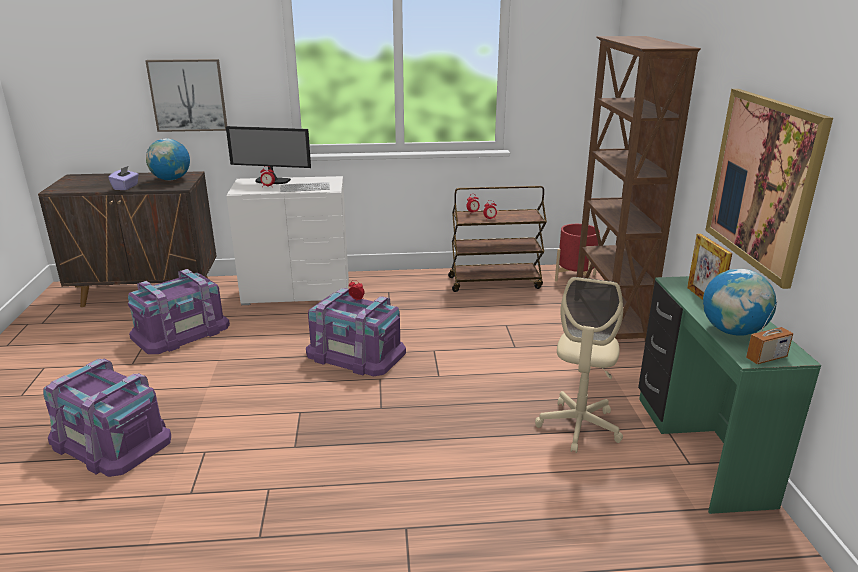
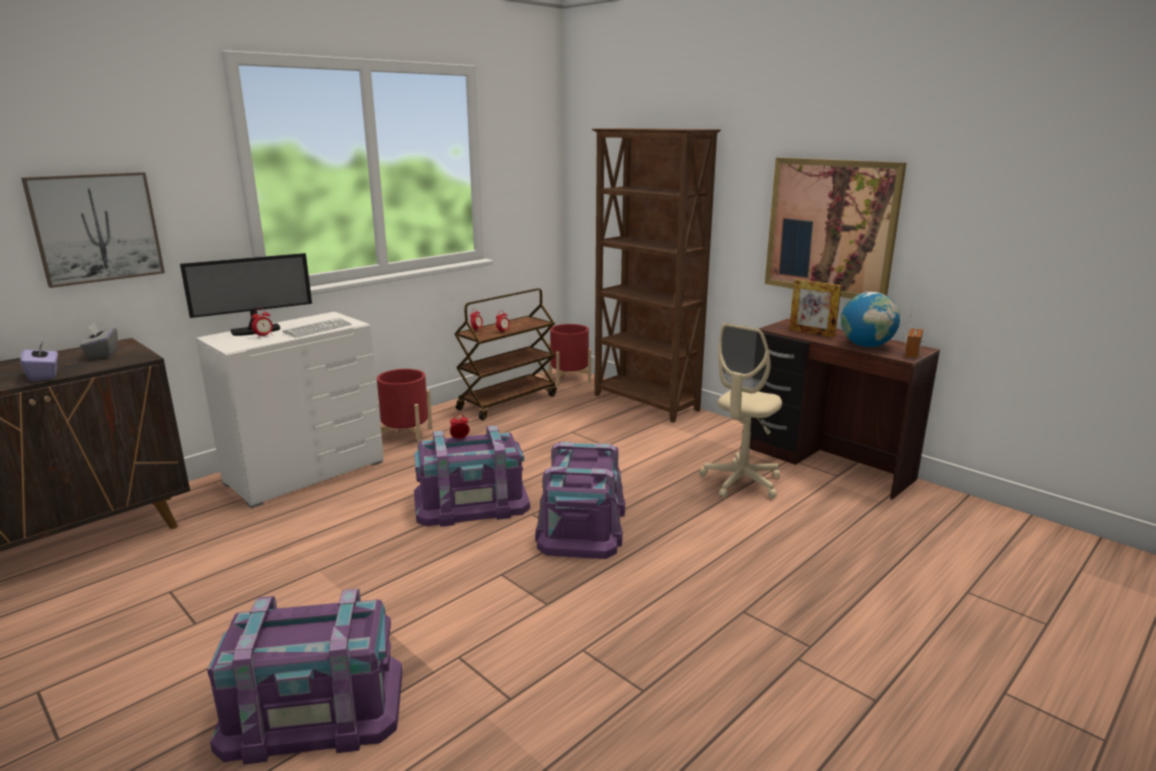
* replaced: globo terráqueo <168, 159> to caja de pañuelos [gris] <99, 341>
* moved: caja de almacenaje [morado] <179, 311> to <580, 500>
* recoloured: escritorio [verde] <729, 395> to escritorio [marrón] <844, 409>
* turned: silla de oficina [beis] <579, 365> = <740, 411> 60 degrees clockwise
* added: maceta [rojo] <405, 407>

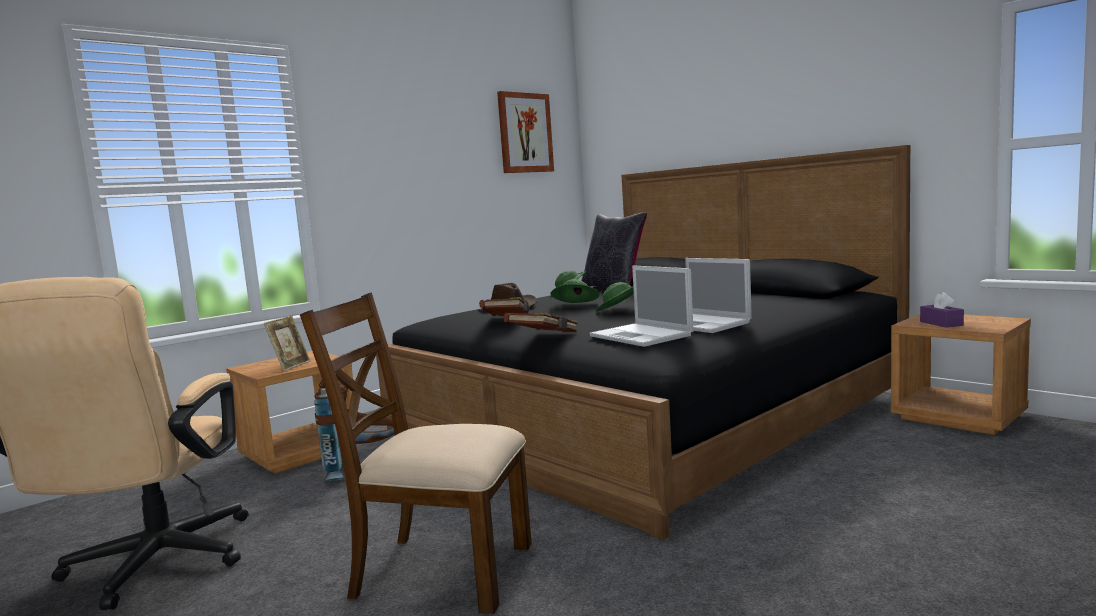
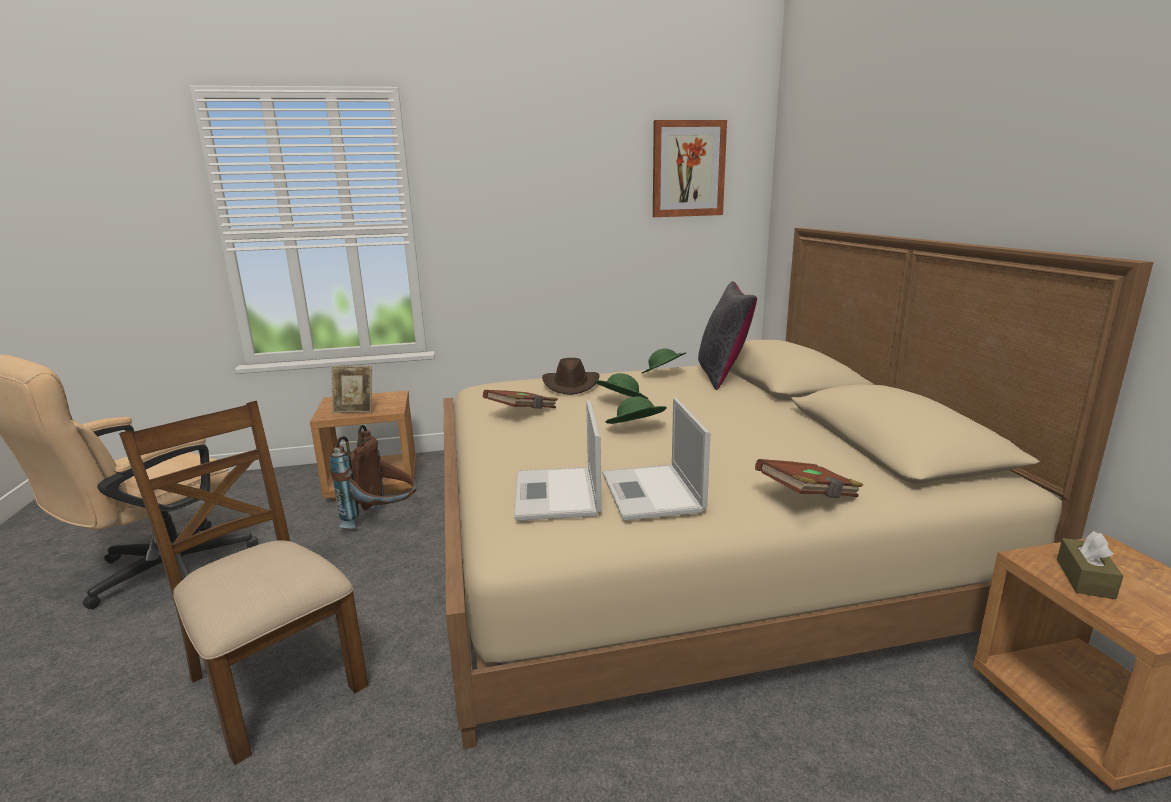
* recoloured: cama [negro] <643, 342> to cama [beis] <799, 488>
* recoloured: caja de pañuelos [morado] <942, 310> to caja de pañuelos [marrón] <1090, 565>
* moved: libro [marrón] <541, 322> to <809, 478>
* turned: portarretratos <287, 344> = <352, 389> 45 degrees clockwise

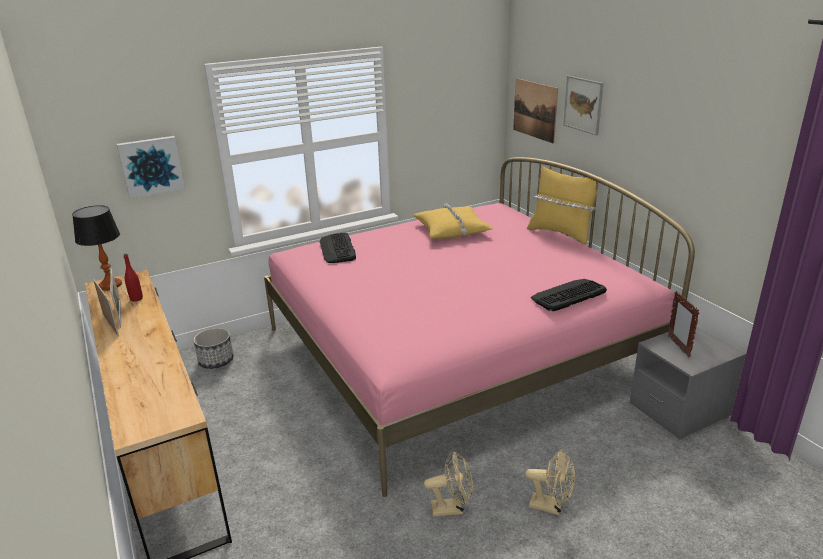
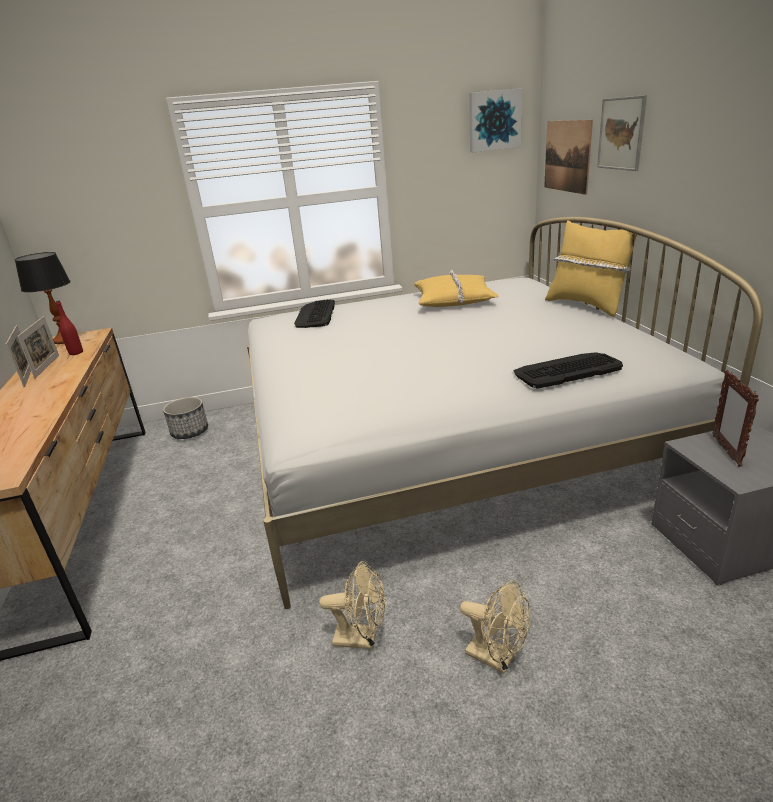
* moved: cuadro <151, 167> to <495, 120>
* recoloured: cama [rosa] <479, 327> to cama [blanco] <505, 413>

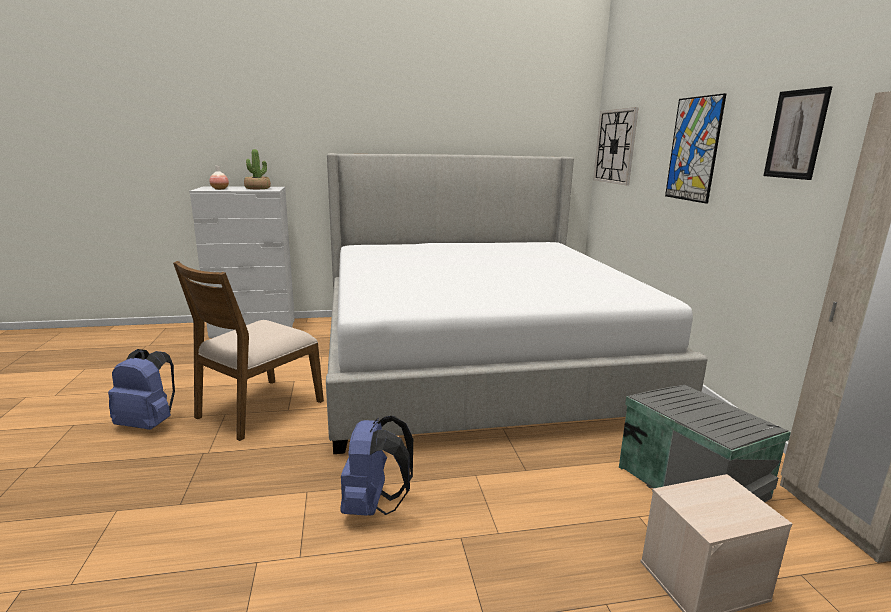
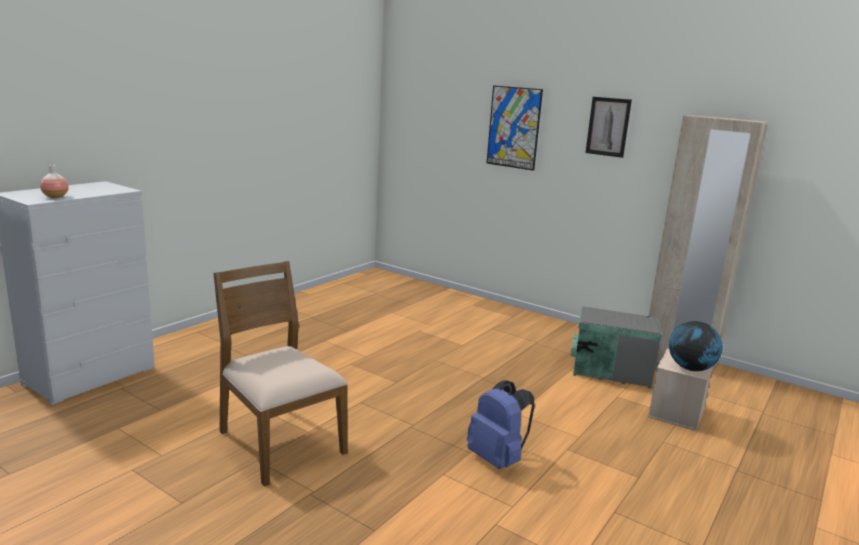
* removed: reloj de pared <616, 146>
* removed: planta en maceta <257, 169>
* removed: cama <517, 303>
* turned: silla [marrón] <248, 351> = <280, 373> 150 degrees clockwise
* removed: mochila [azul] <141, 389>
* added: globo terráqueo <696, 346>

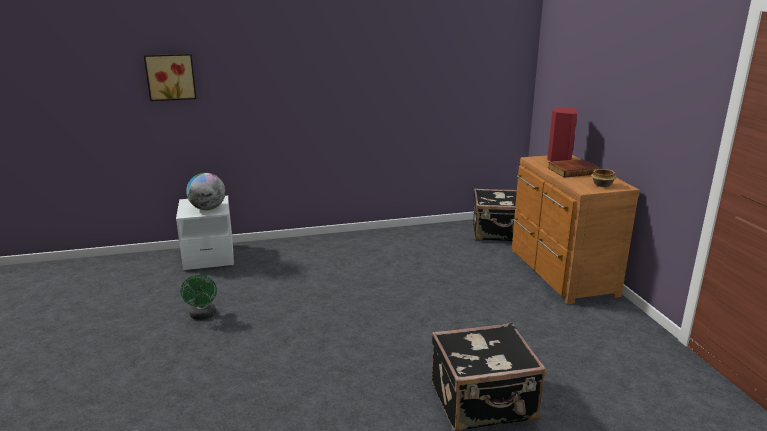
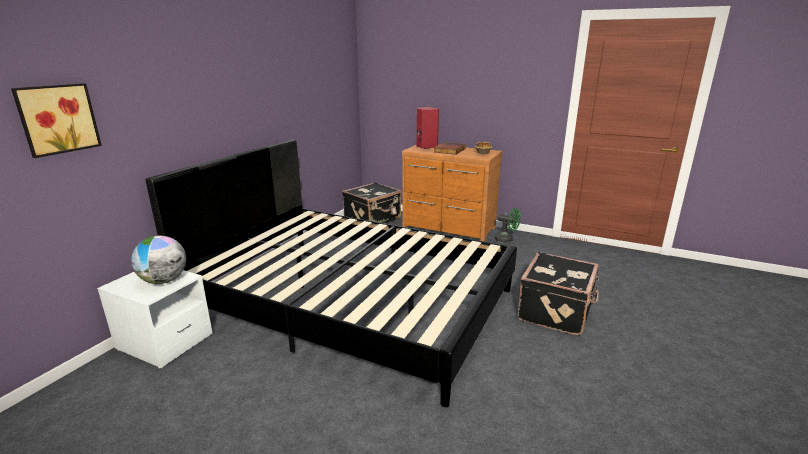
* moved: ventilador [verde] <199, 297> to <508, 225>
* added: cama [negro] <331, 273>

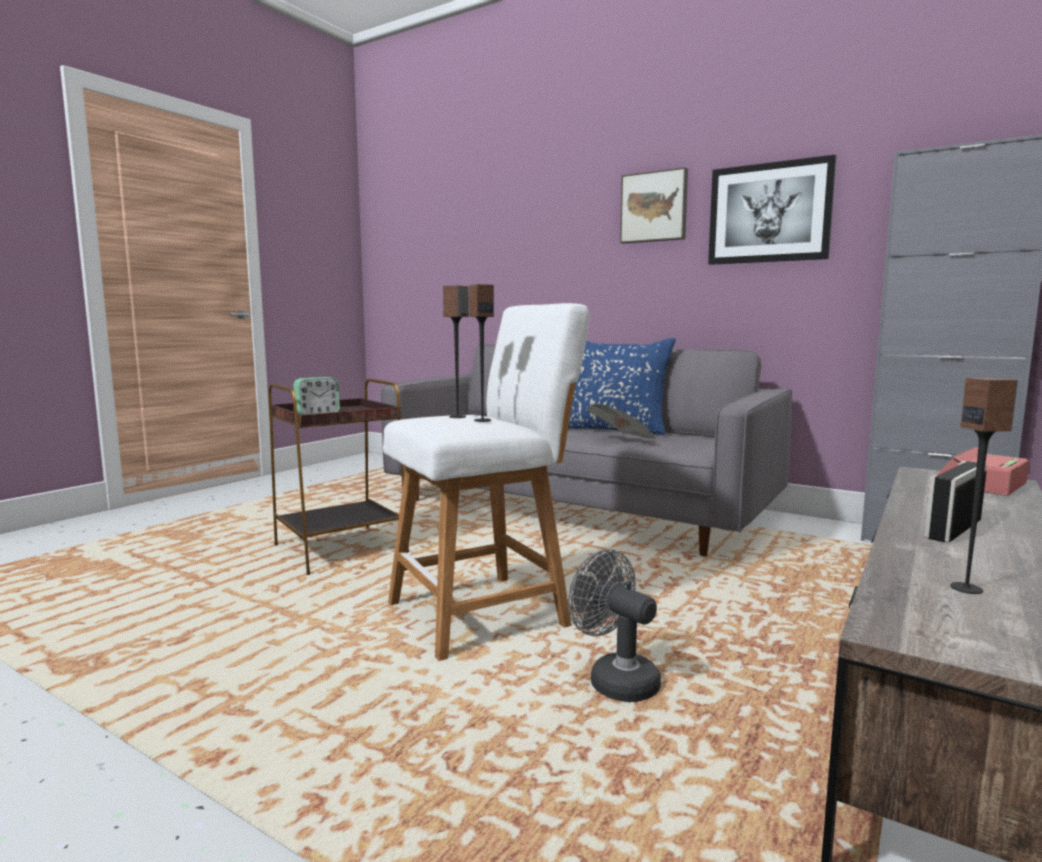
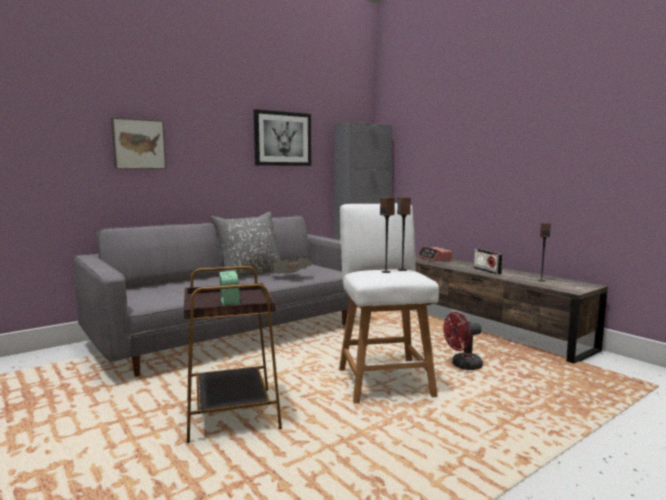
* moved: cuadro <654, 205> to <138, 143>
* recoloured: cojín [azul] <622, 386> to cojín [gris] <245, 245>
* recoloured: ventilador [gris] <614, 625> to ventilador [rojo] <463, 341>

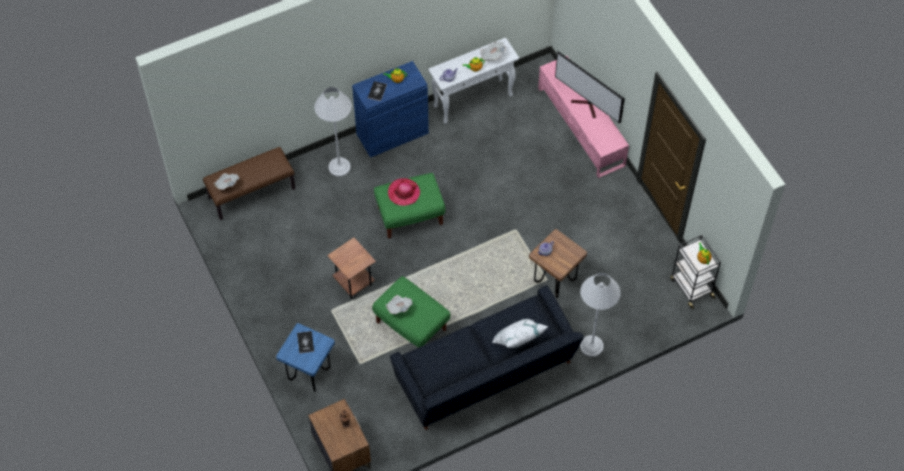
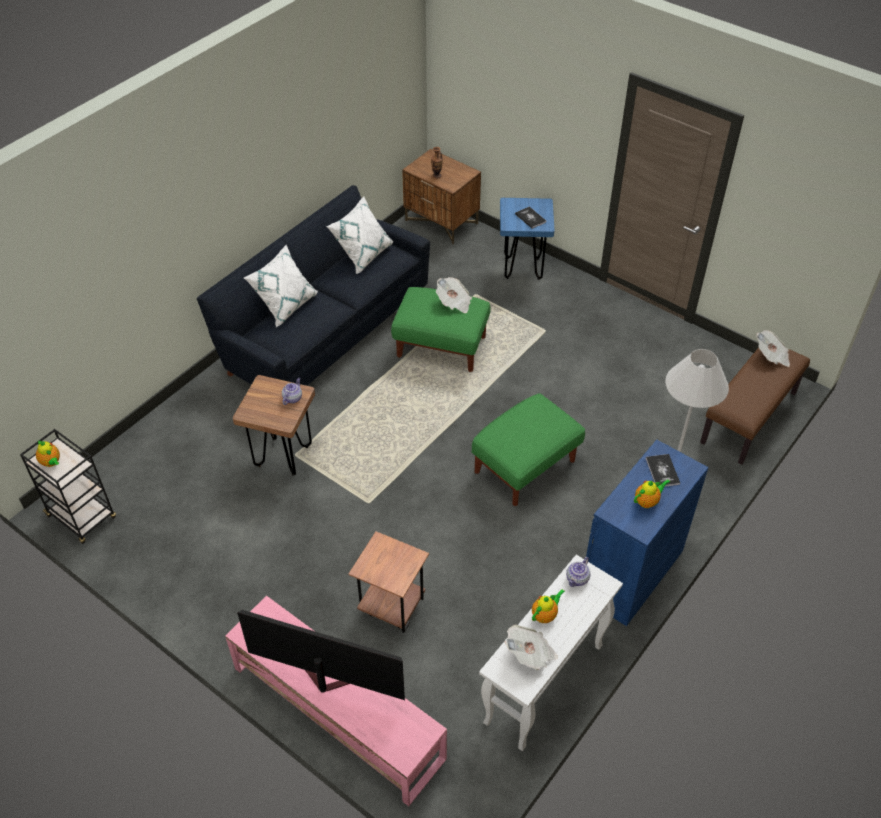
* removed: sombrero <404, 192>
* moved: mesa auxiliar [marrón] <351, 268> to <388, 582>
* removed: lámpara de pie [blanco] <600, 315>
* added: cojín [blanco] <359, 235>

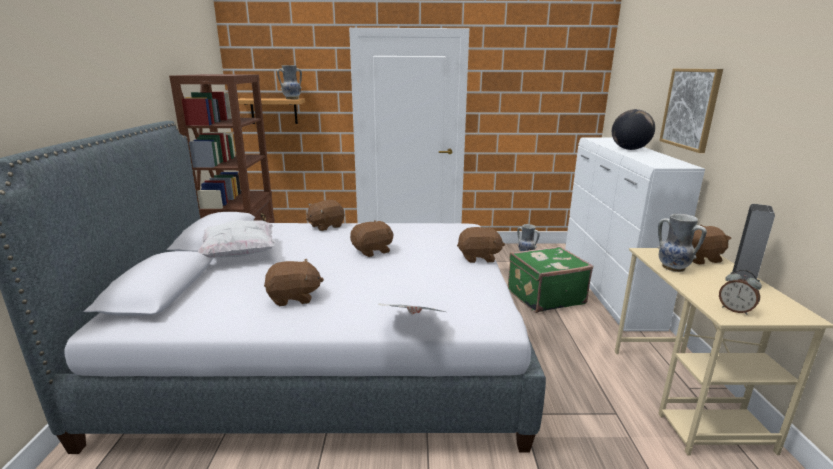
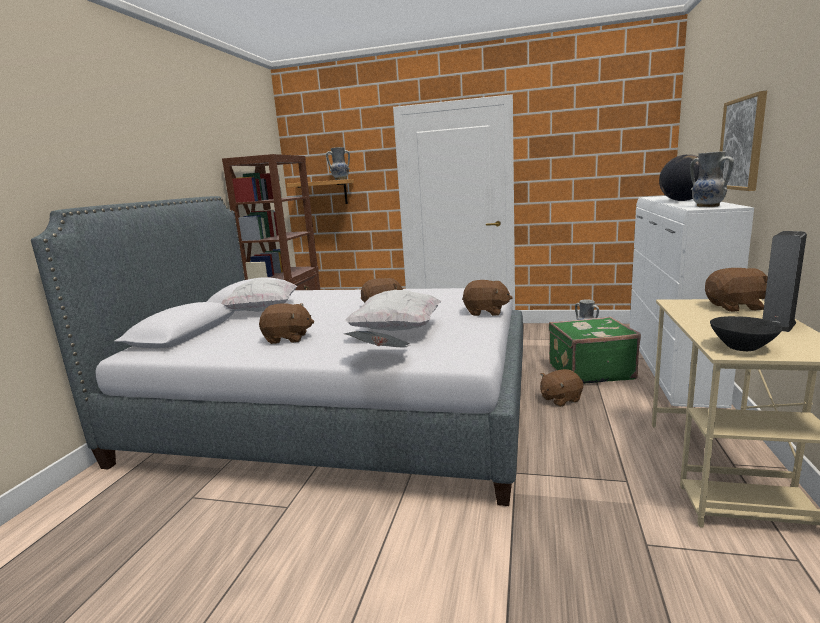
* moved: peluche [marrón] <325, 215> to <561, 388>
* moved: florero <682, 243> to <712, 179>
* replaced: despertador <740, 292> to cuenco [negro] <746, 333>
* added: cojín [blanco] <393, 310>

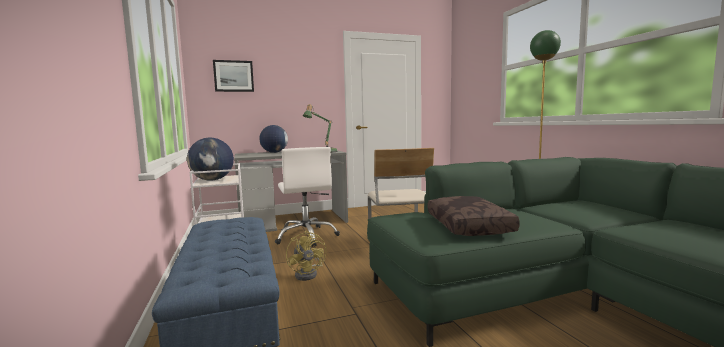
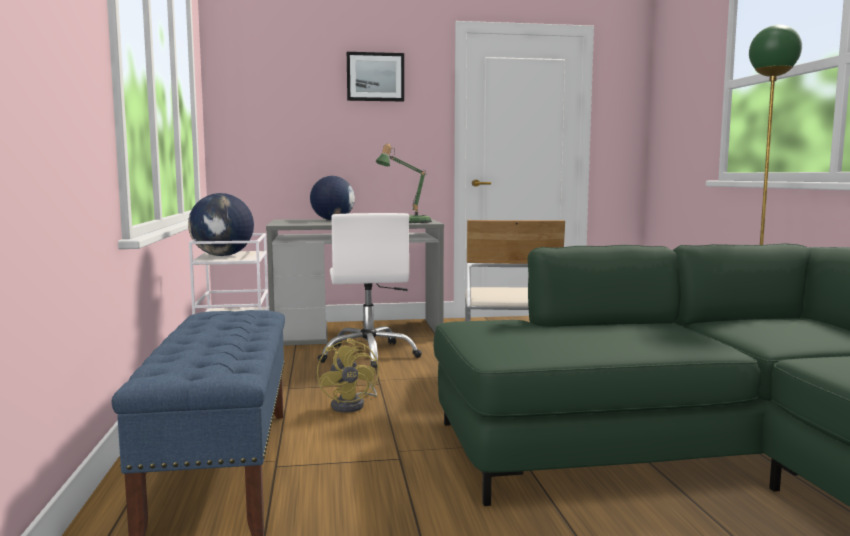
* moved: cuadro <233, 76> to <375, 77>
* removed: cojín [marrón] <474, 216>

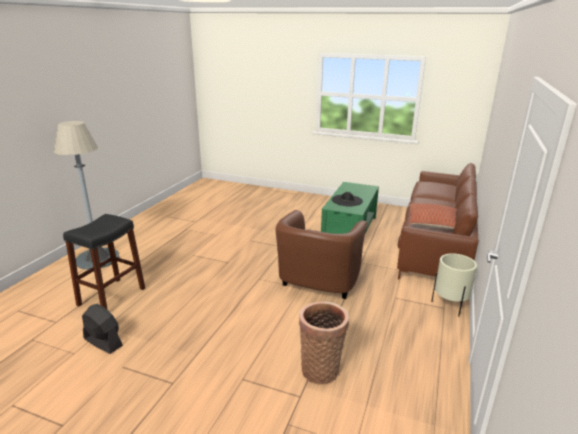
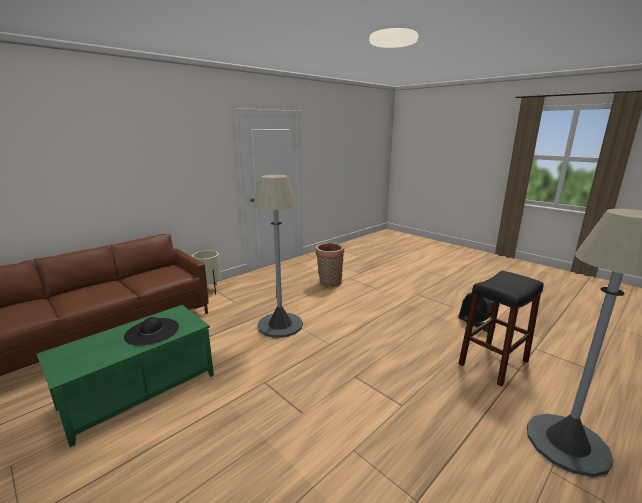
* removed: cojín <433, 216>
* replaced: sillón [marrón] <321, 254> to lámpara de pie [gris] <278, 256>

